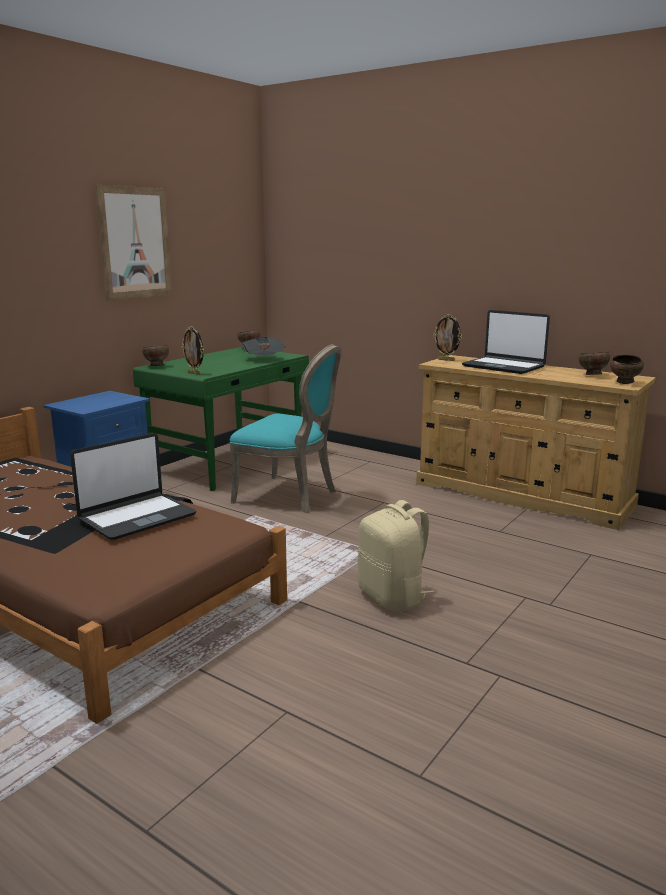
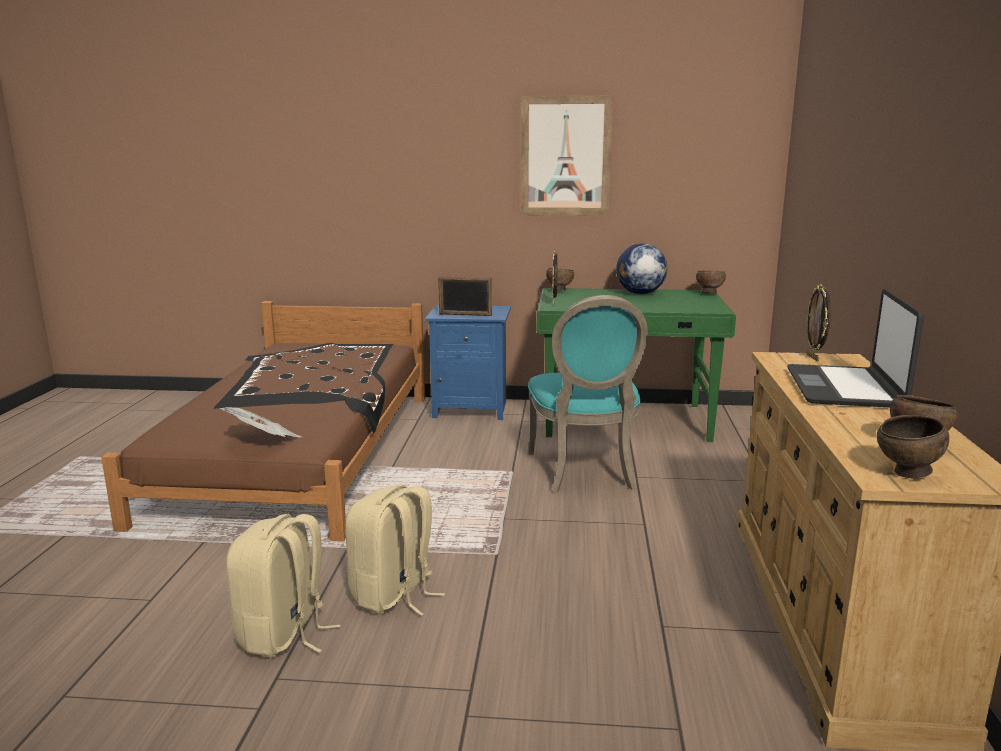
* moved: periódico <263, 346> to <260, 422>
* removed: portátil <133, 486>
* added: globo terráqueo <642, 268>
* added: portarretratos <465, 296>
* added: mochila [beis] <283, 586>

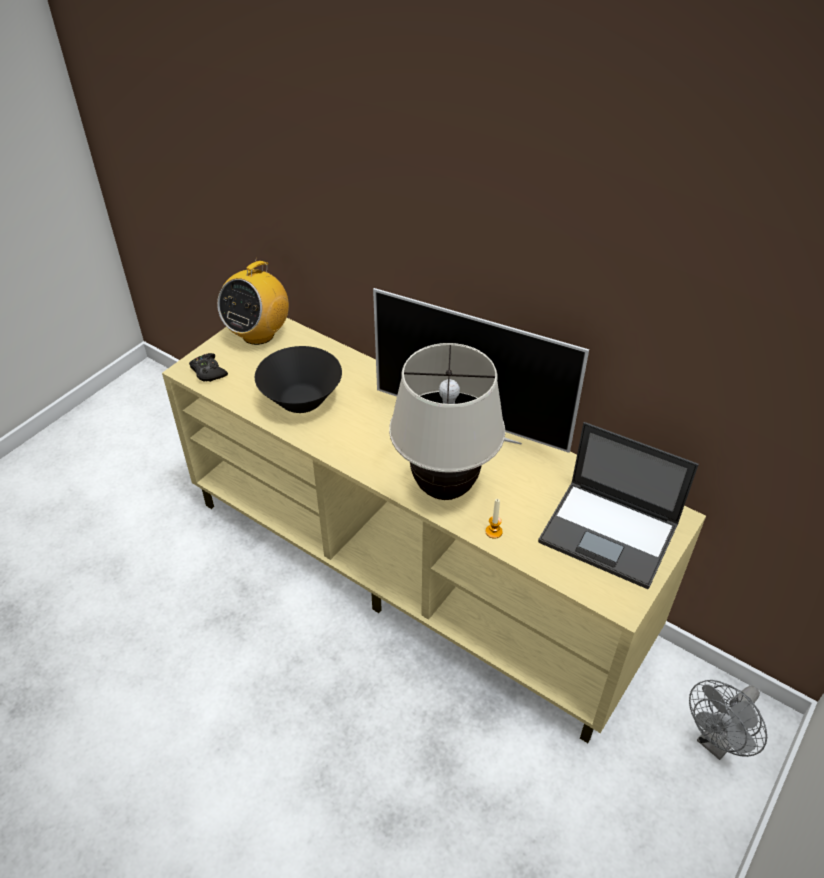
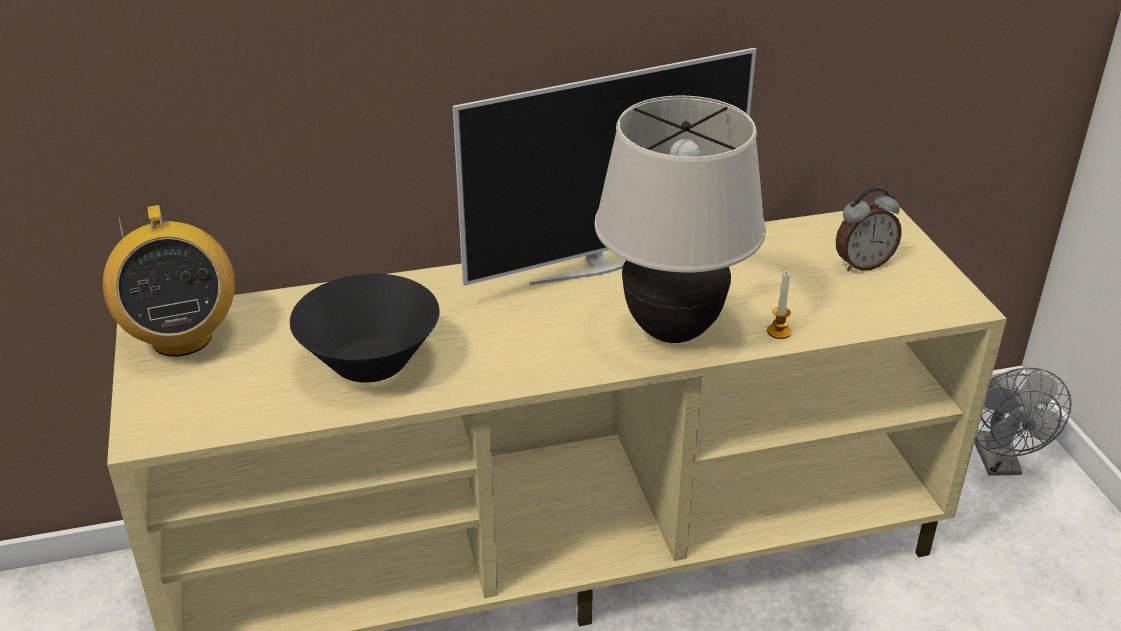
* removed: mando de consola [negro] <208, 367>
* replaced: portátil <618, 505> to despertador <869, 229>

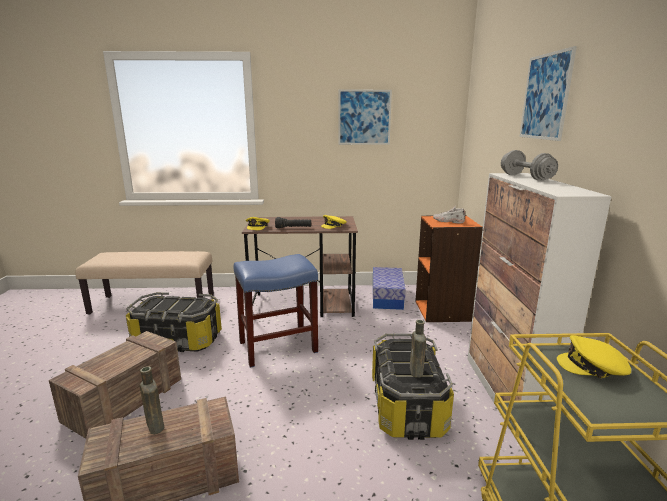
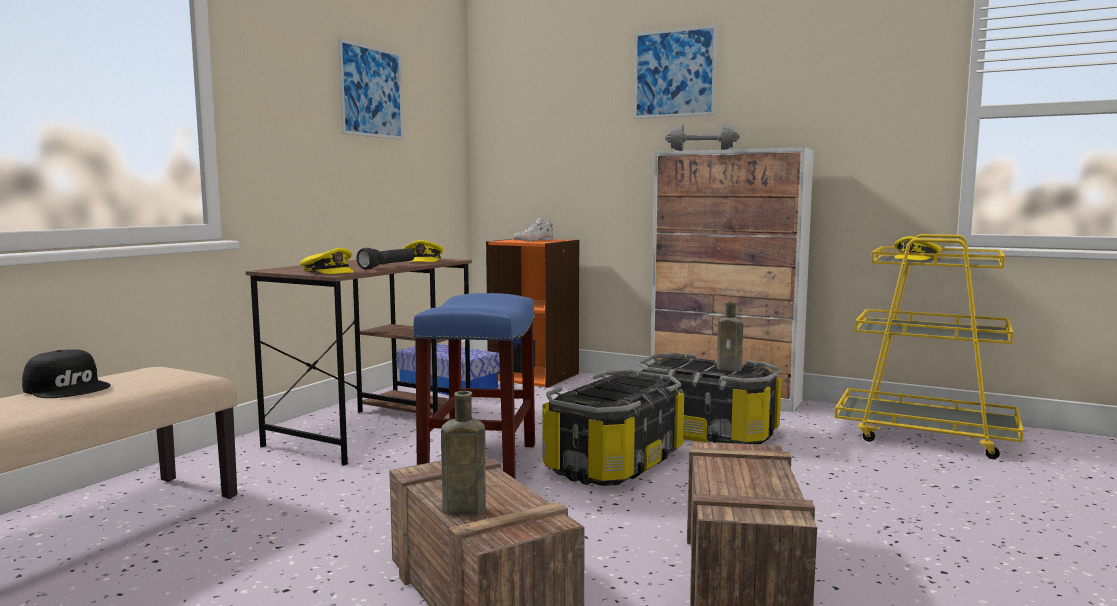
* moved: caja de almacenaje <174, 322> to <613, 428>
* moved: botella [marrón] <152, 400> to <463, 453>
* added: gorra [negro] <66, 373>

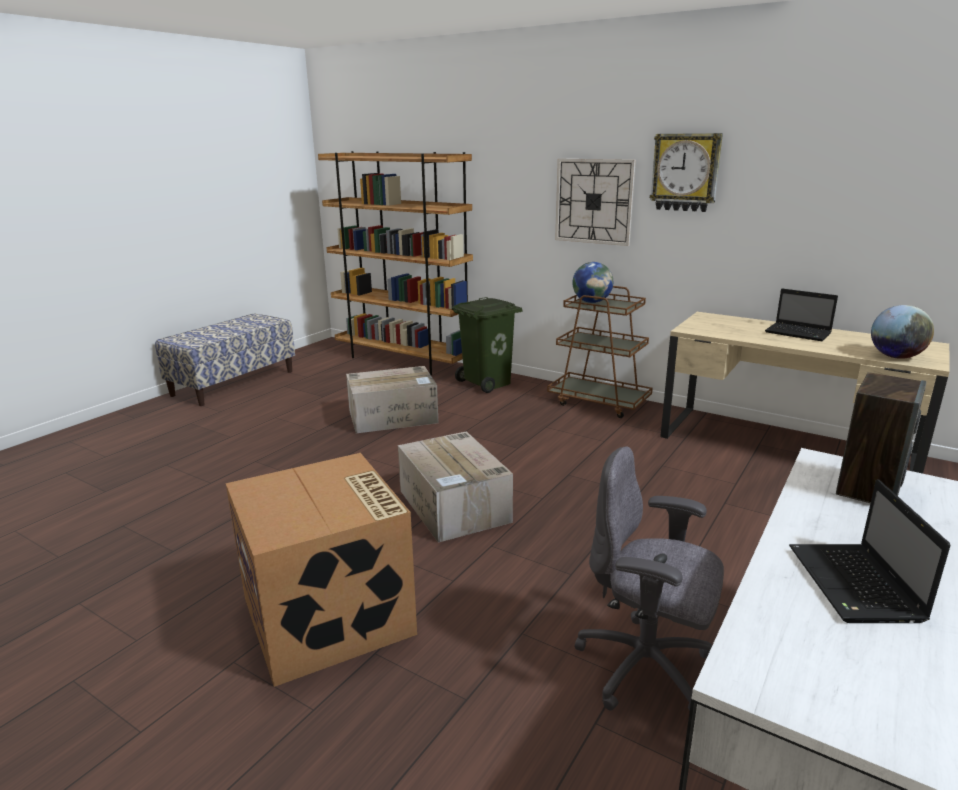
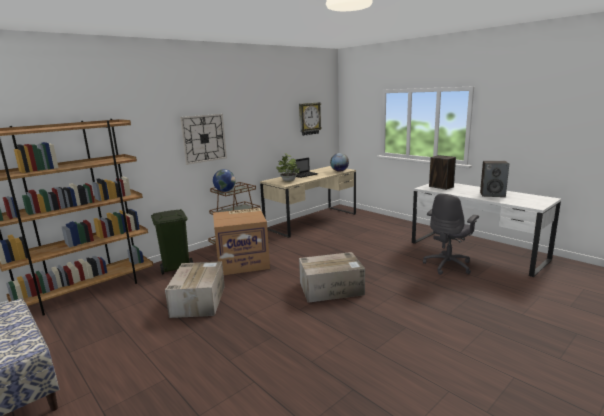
* moved: reloj de pared <686, 172> to <310, 119>
* moved: caja de cartón <321, 570> to <241, 241>
* replaced: portátil <870, 551> to altavoz <494, 179>
* added: planta en maceta <288, 167>

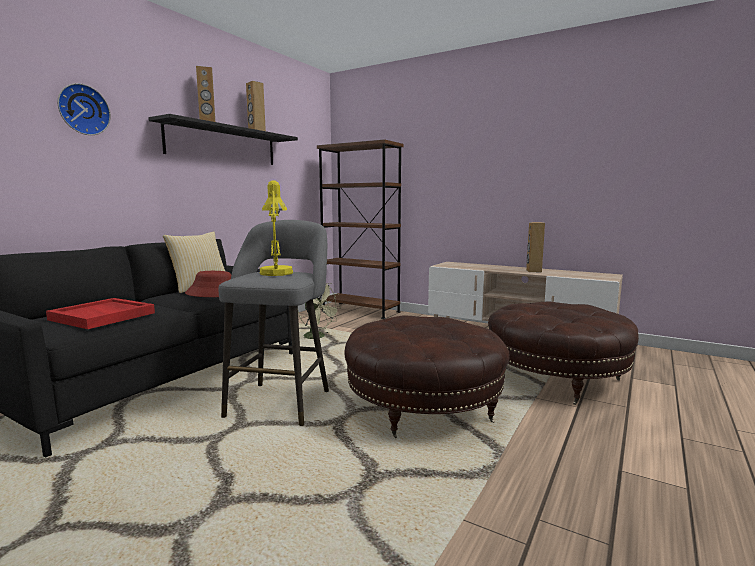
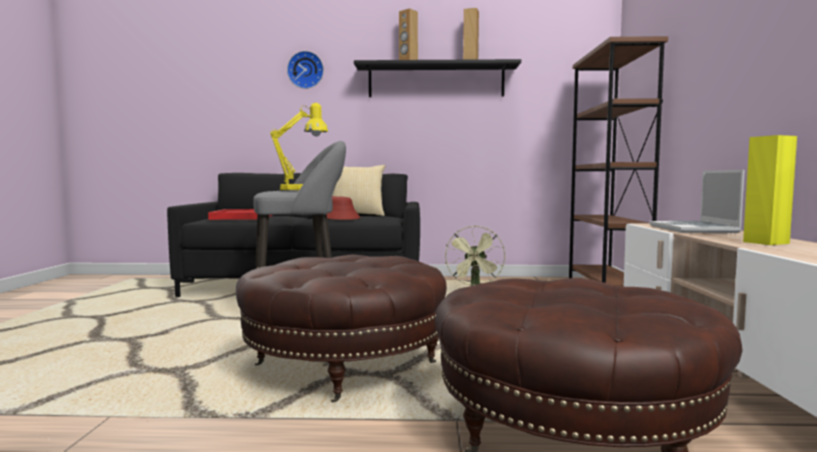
* recoloured: altavoz [marrón] <535, 247> to altavoz [amarillo] <770, 190>
* added: portátil <697, 201>

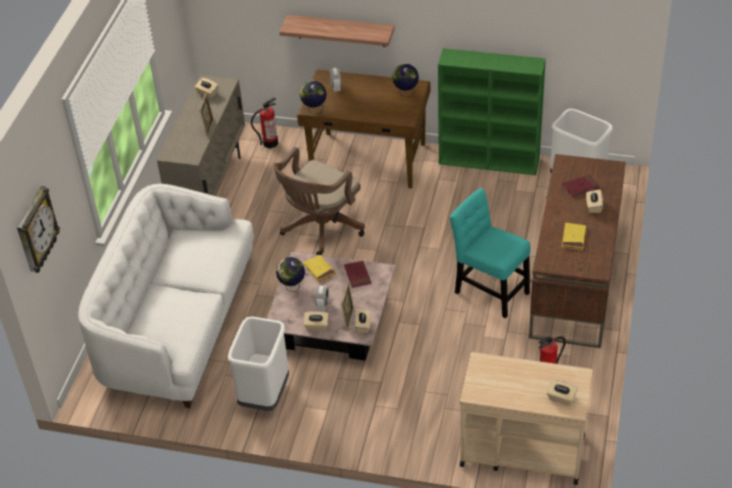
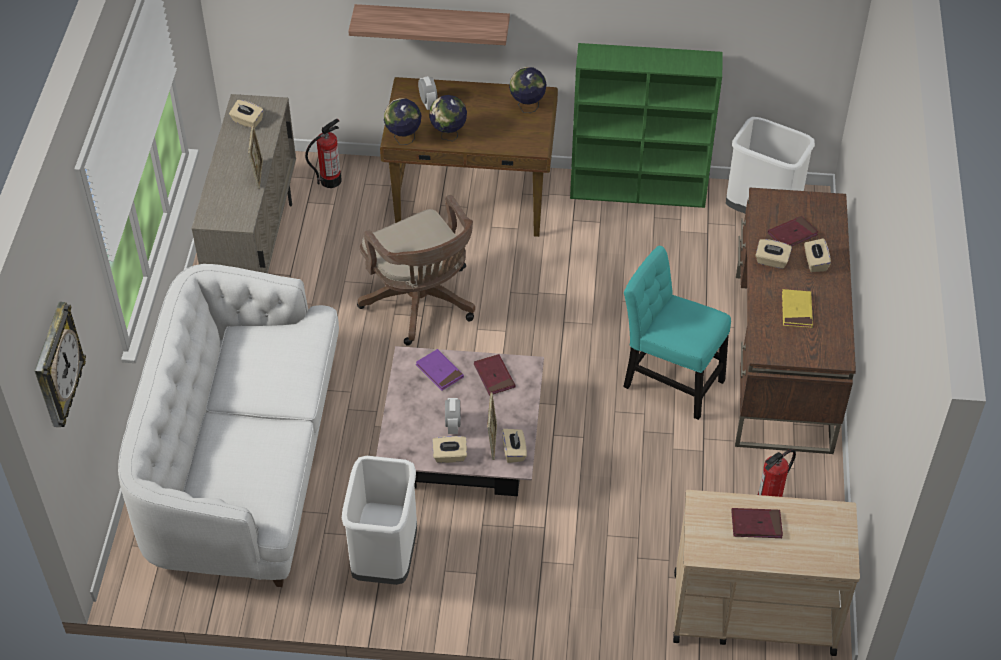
* turned: silla de oficina [marrón] <319, 201> = <416, 270> 60 degrees counterclockwise
* recoloured: libro [amarillo] <320, 268> to libro [morado] <440, 369>
* moved: globo terráqueo <290, 274> to <448, 118>
* moved: caja de pañuelos [beis] <562, 392> to <773, 254>
* added: libro [rojo] <757, 523>

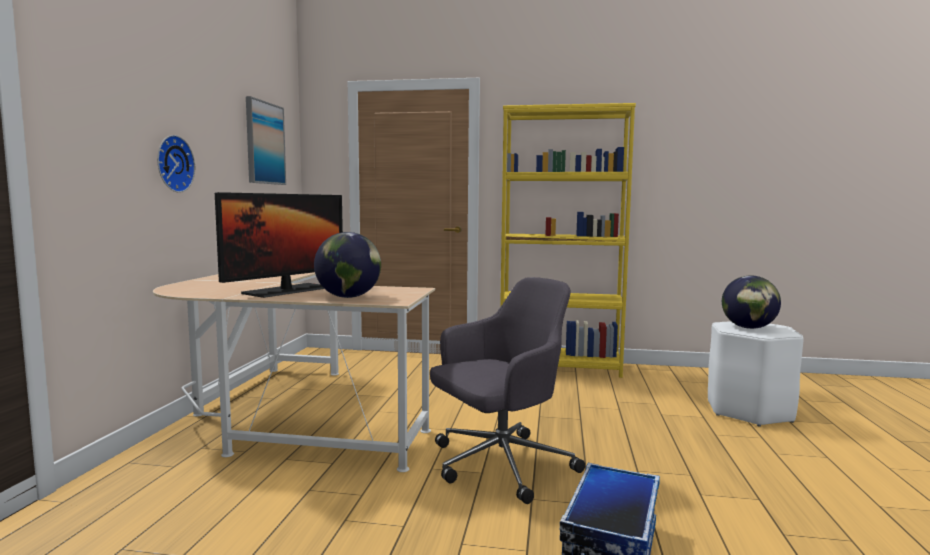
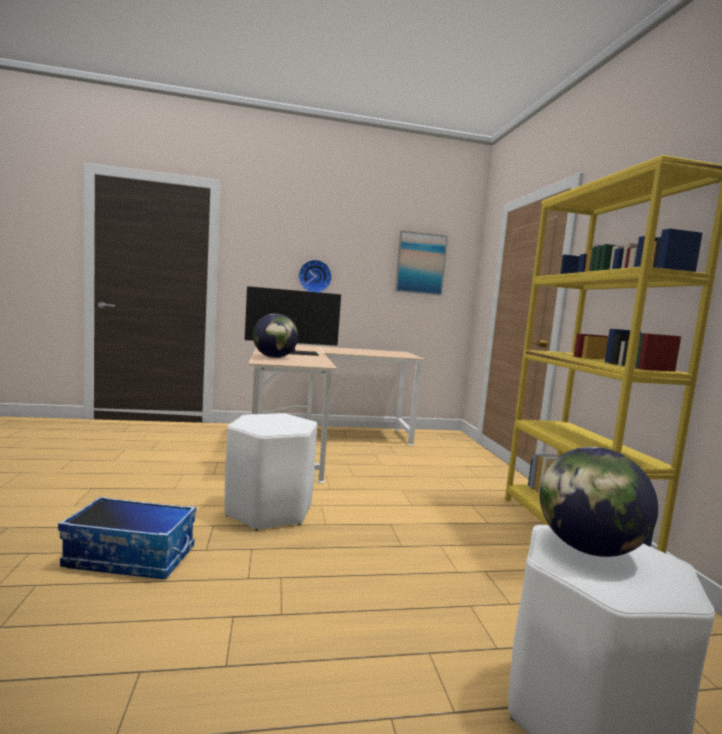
* turned: monitor <279, 245> = <293, 321> 150 degrees clockwise
* replaced: silla de oficina [gris] <507, 390> to taburete [blanco] <270, 472>

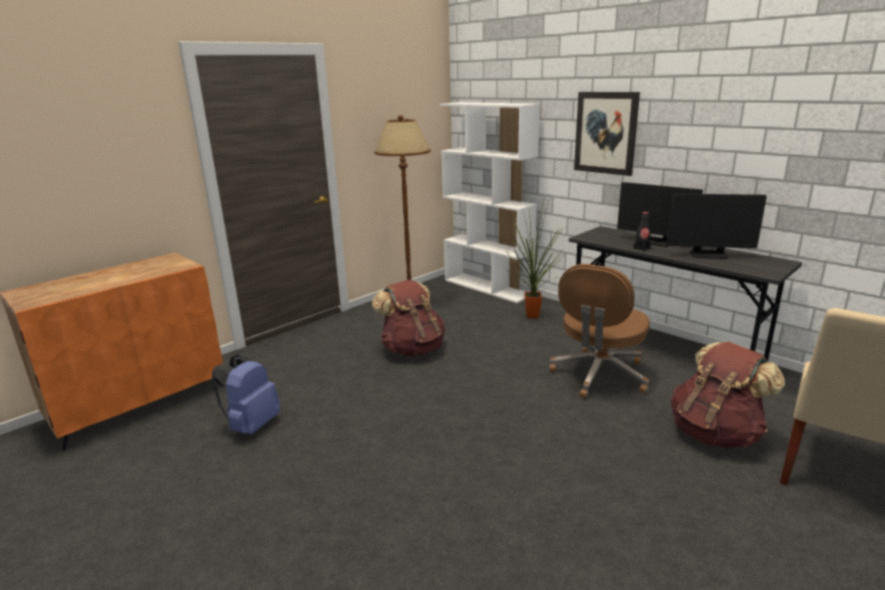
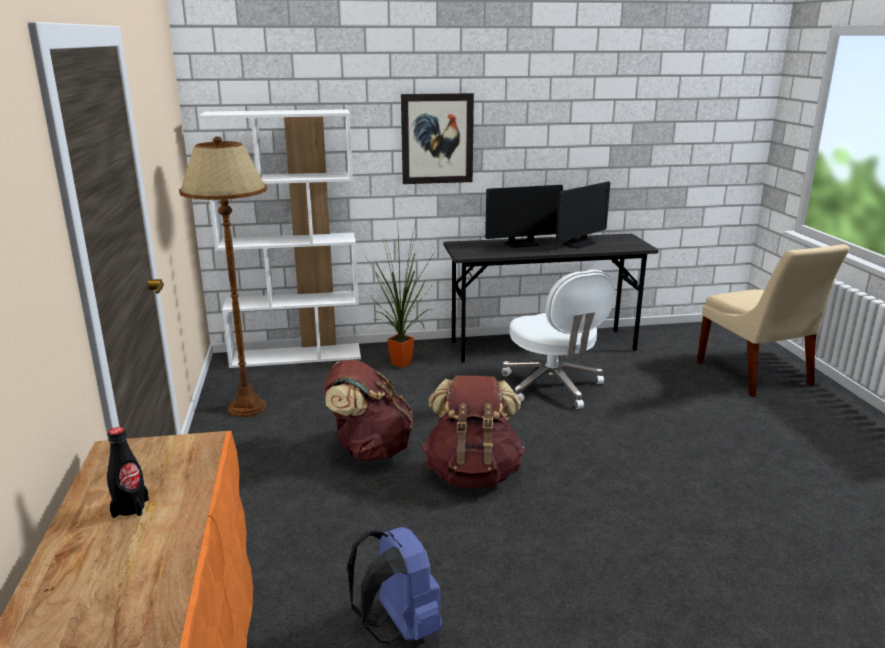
* moved: botella [negro] <642, 231> to <128, 472>
* recoloured: silla de oficina [marrón] <599, 331> to silla de oficina [blanco] <558, 339>
* moved: mochila [marrón] <728, 394> to <473, 431>

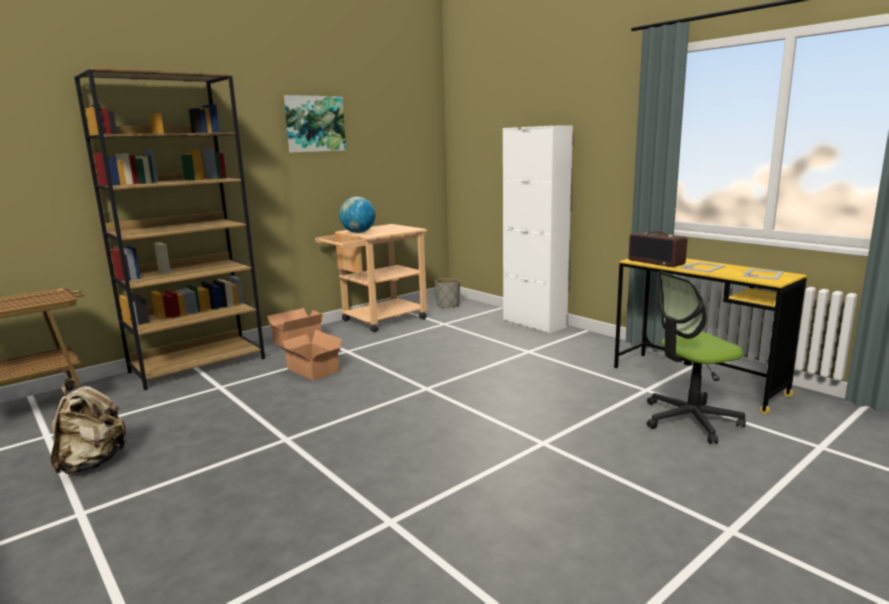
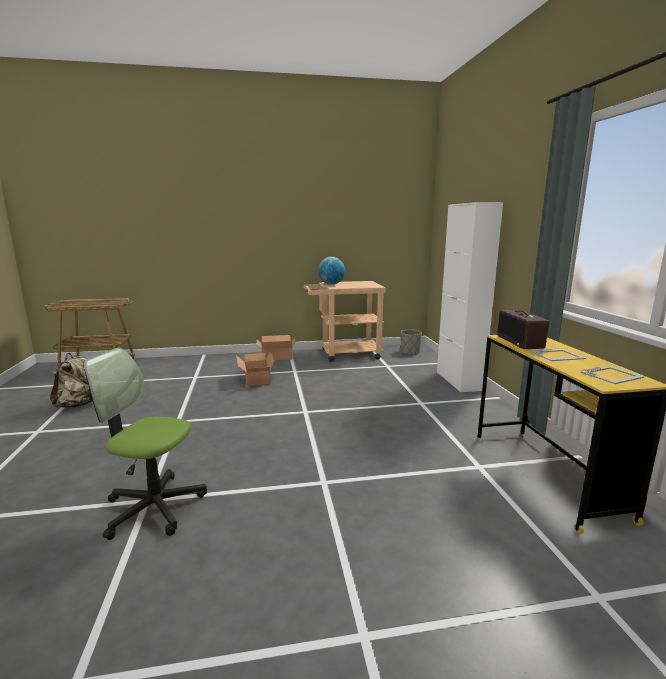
* removed: estantería [marrón] <169, 228>
* removed: cuadro <315, 124>
* moved: silla de oficina <696, 357> to <145, 444>

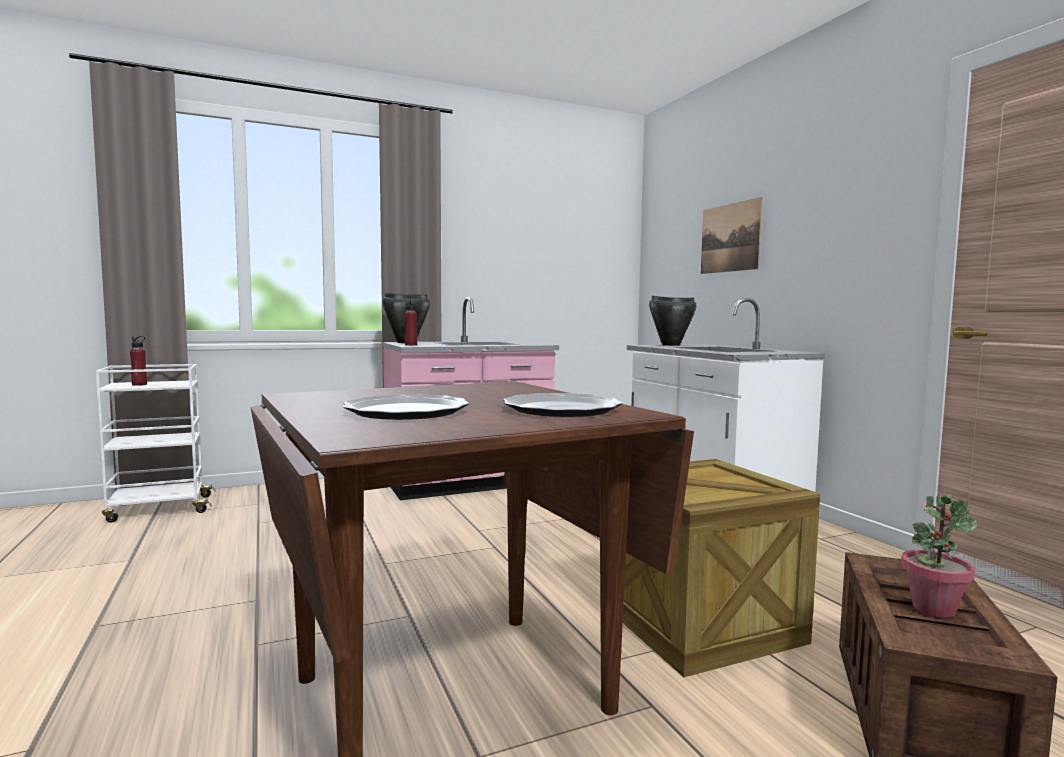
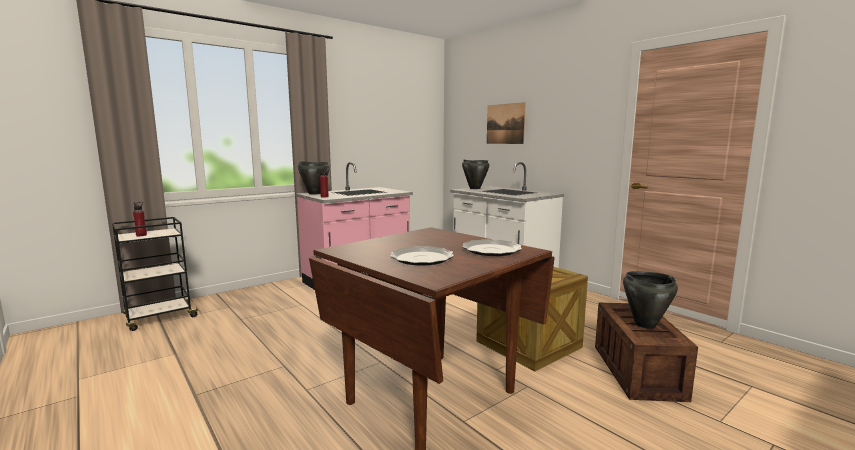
* recoloured: carrito [blanco] <155, 443> to carrito [negro] <156, 274>
* replaced: planta en maceta <939, 556> to olla [negro] <650, 300>

